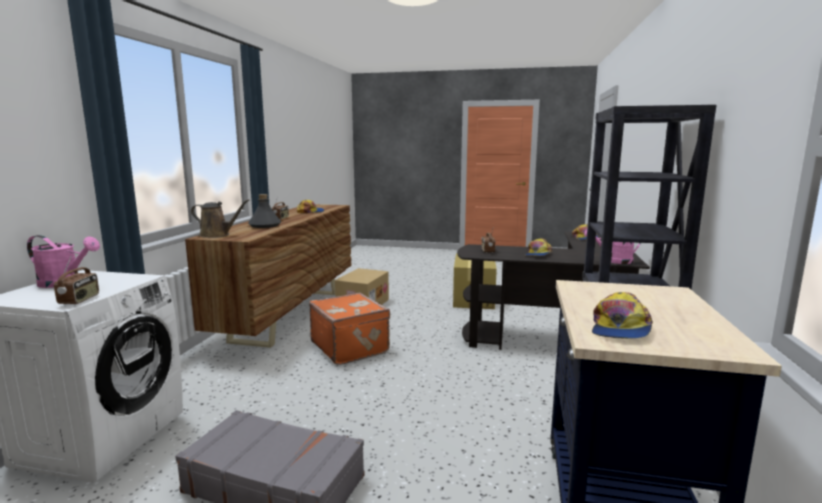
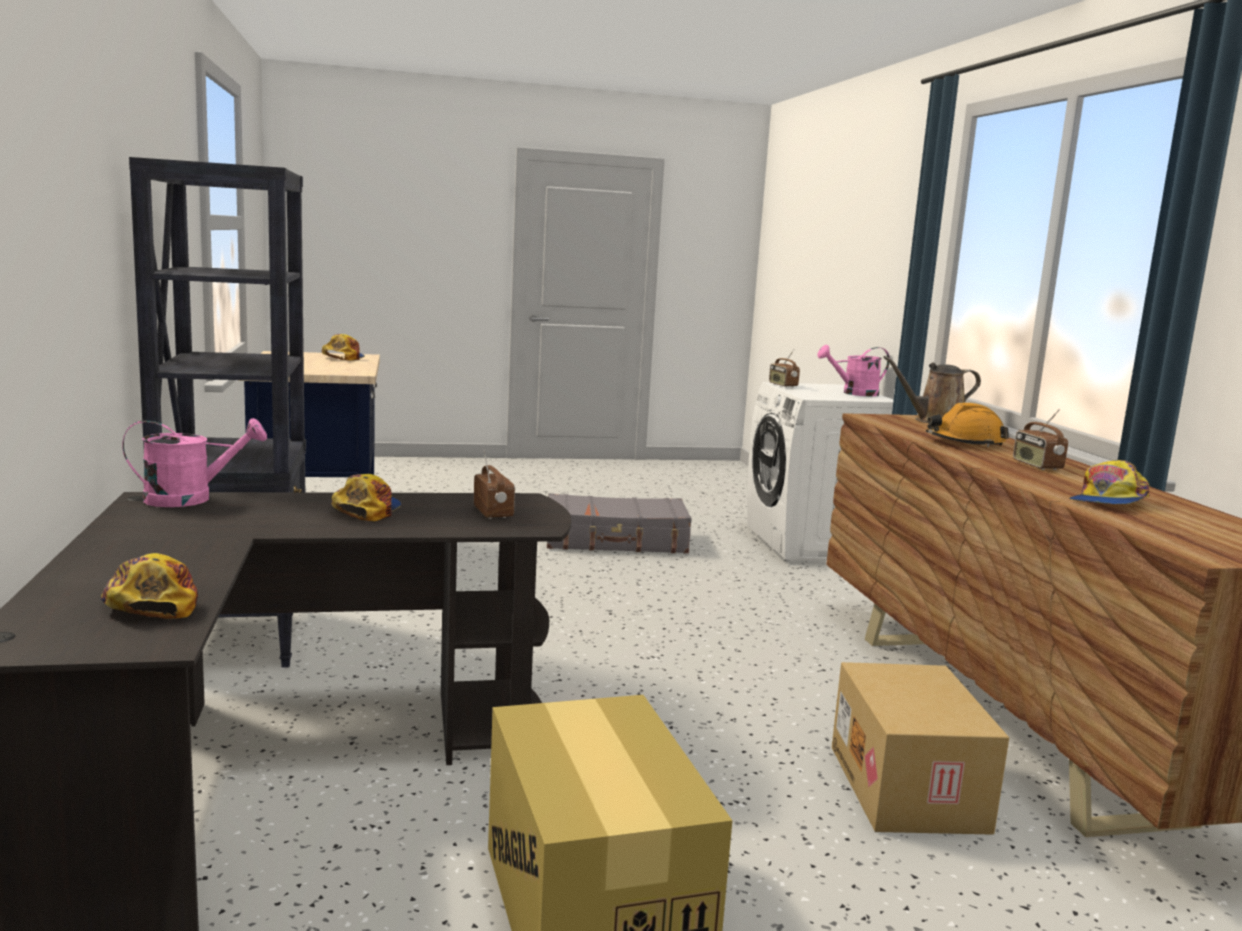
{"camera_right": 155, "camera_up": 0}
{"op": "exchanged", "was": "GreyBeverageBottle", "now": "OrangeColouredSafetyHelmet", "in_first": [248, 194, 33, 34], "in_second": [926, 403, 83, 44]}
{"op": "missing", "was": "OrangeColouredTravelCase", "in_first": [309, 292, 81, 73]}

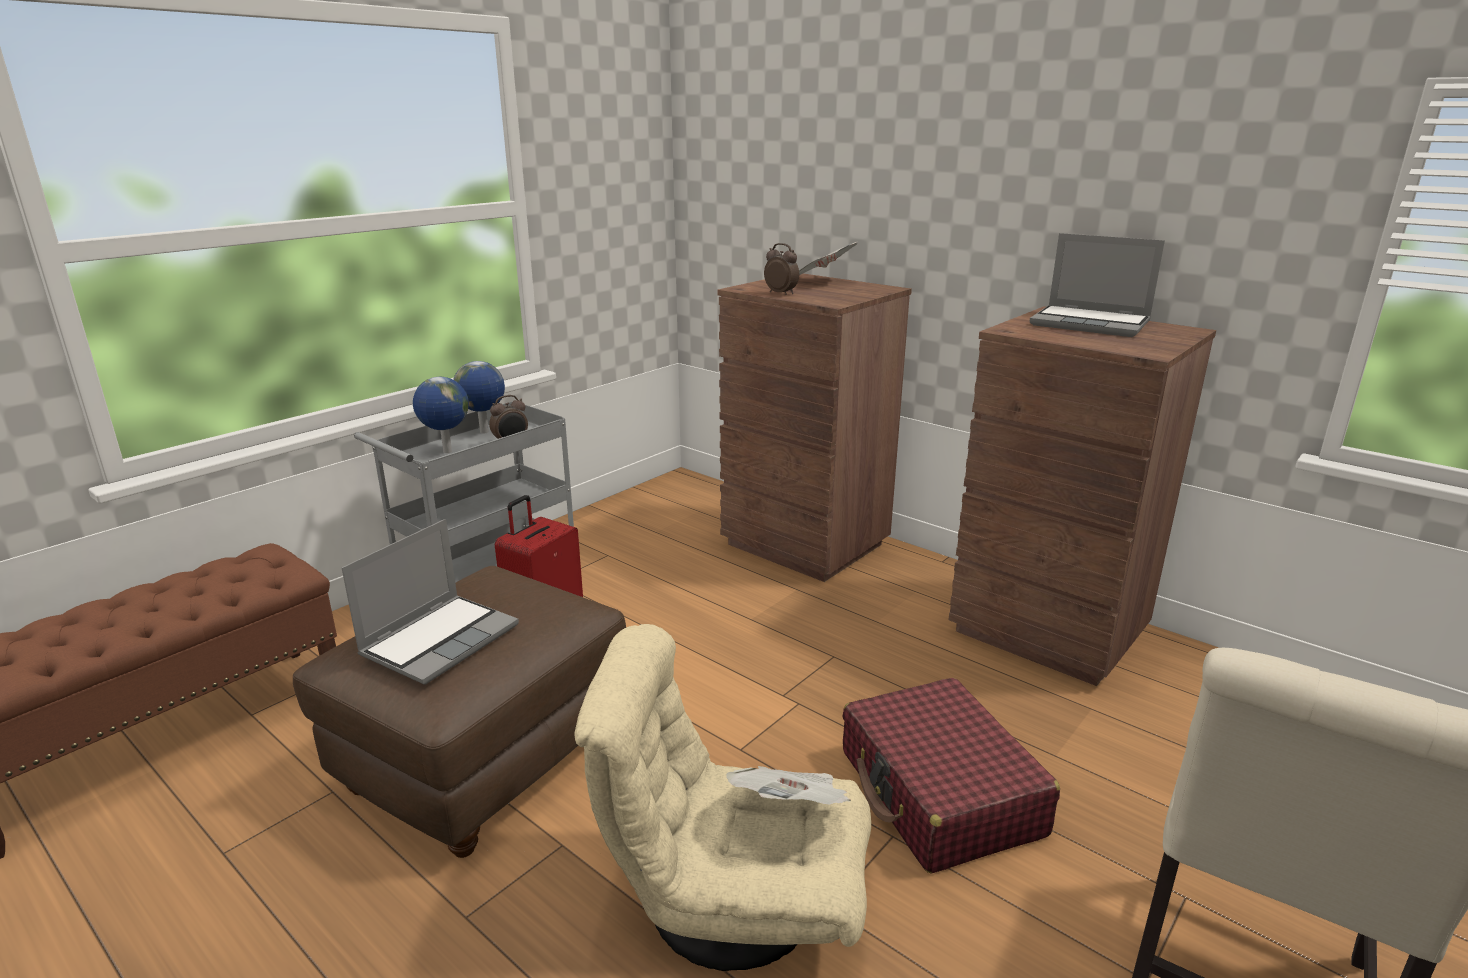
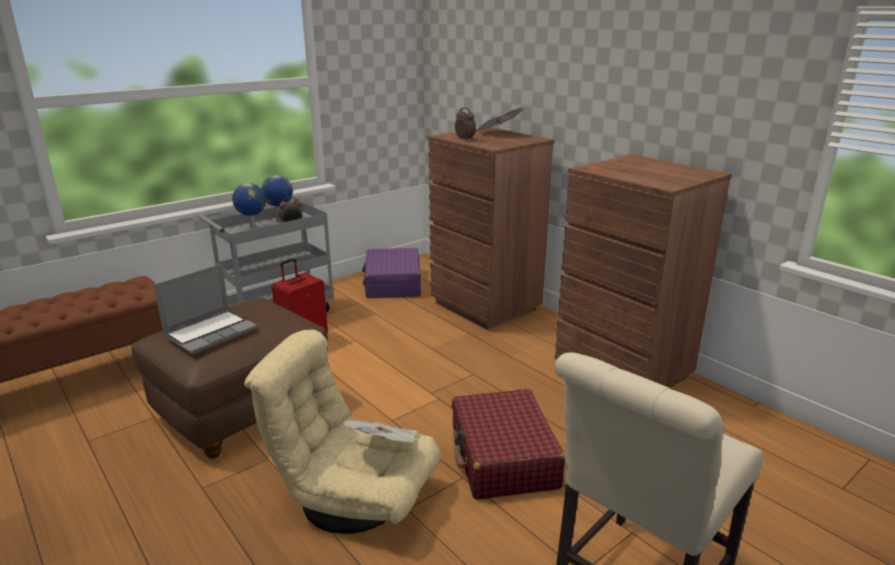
{"camera_right": 10, "camera_up": 0}
{"op": "missing", "was": "PortableComputer", "in_first": [1029, 233, 136, 104]}
{"op": "appeared", "now": "PurplishTravelCase", "in_second": [362, 248, 59, 50]}

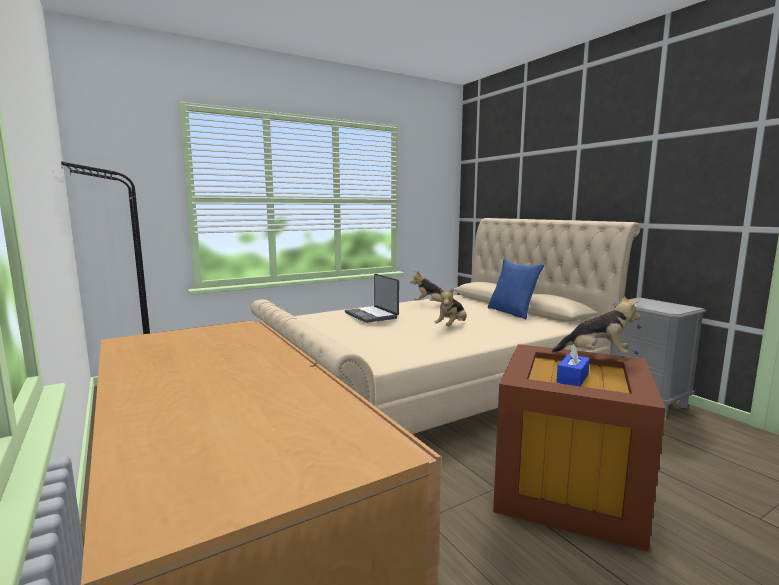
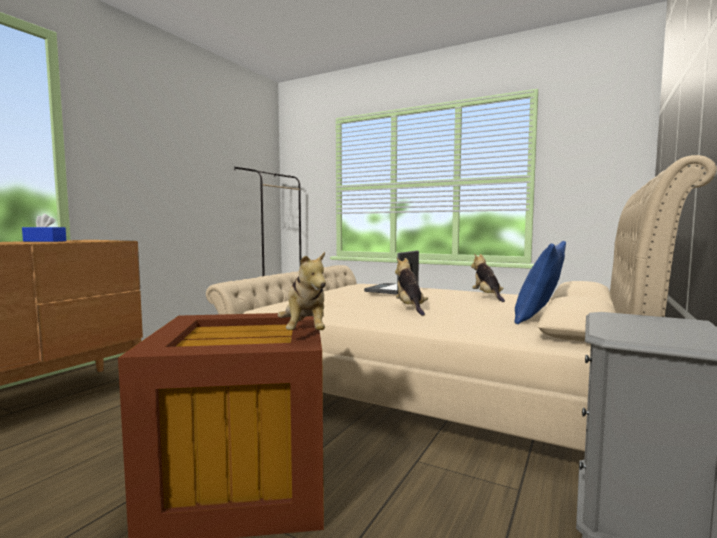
{"camera_right": 60, "camera_up": -5}
{"op": "spun", "was": "PlushToy", "in_first": [435, 288, 32, 38], "in_second": [395, 258, 33, 58], "clockwise": 75}
{"op": "relocated", "was": "BlueColouredTissueBox", "in_first": [556, 344, 34, 42], "in_second": [22, 214, 44, 28]}

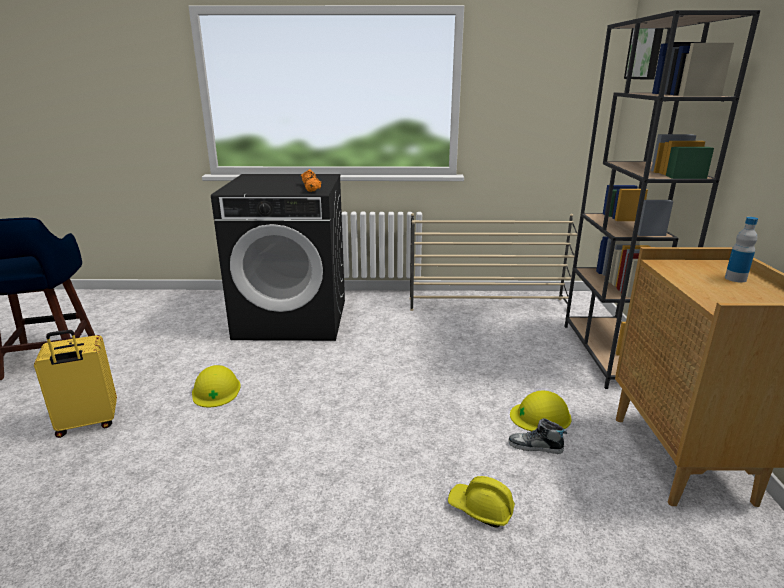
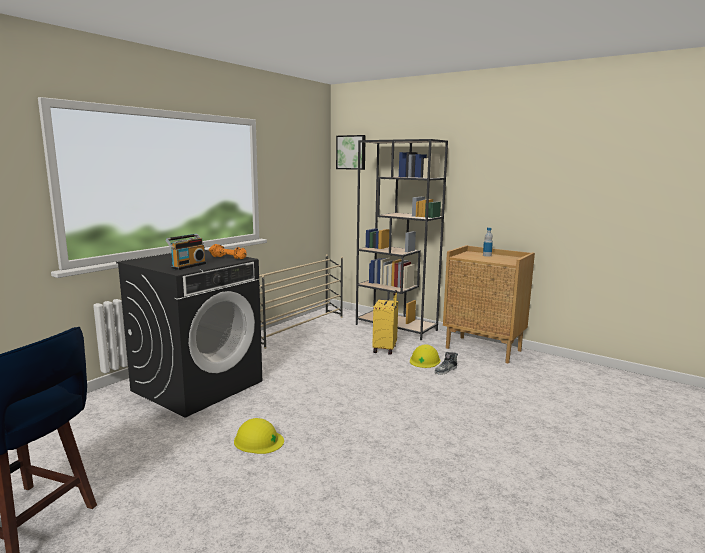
{"camera_right": -55, "camera_up": -10}
{"op": "relocated", "was": "YellowTravelCase", "in_first": [34, 330, 83, 108], "in_second": [372, 290, 26, 65]}
{"op": "missing", "was": "YellowSafetyHelmet", "in_first": [448, 476, 67, 52]}
{"op": "appeared", "now": "RadioSet", "in_second": [165, 234, 41, 36]}

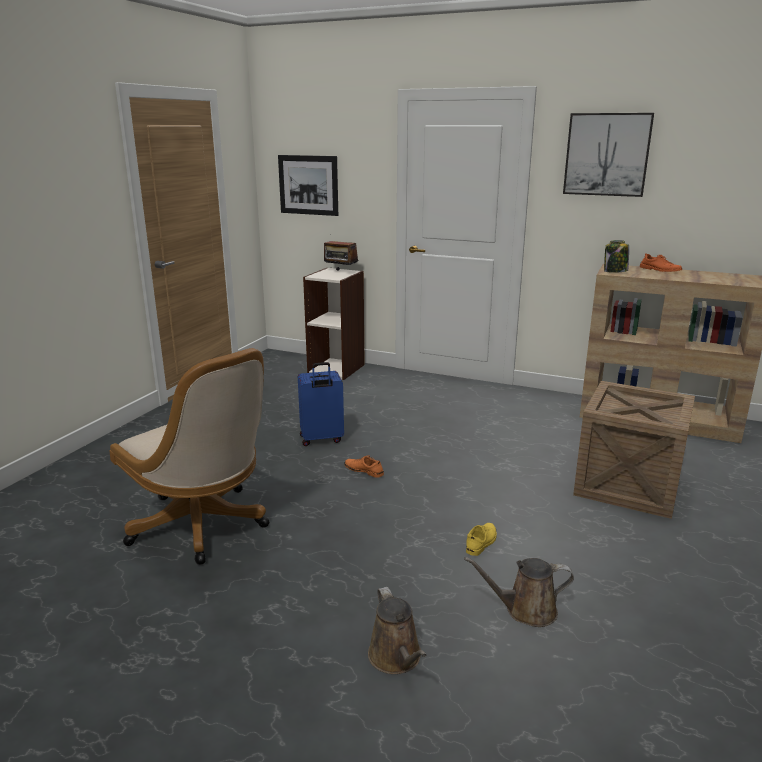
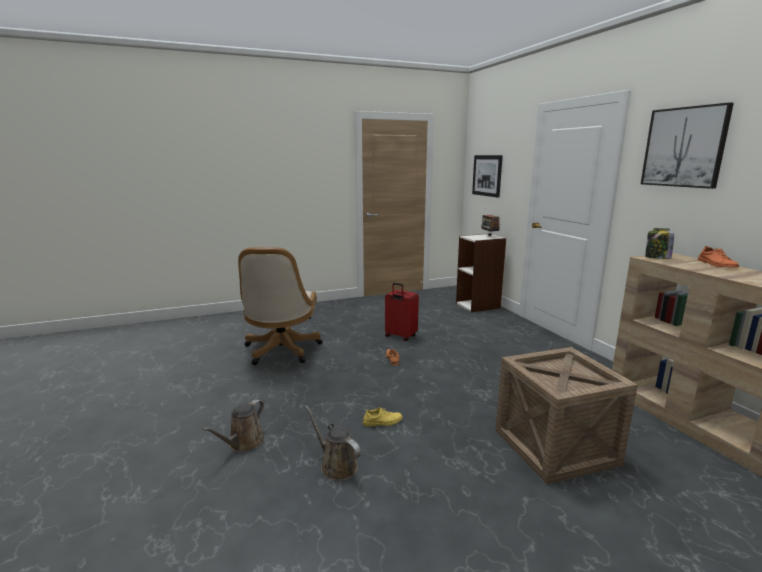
{"camera_right": 45, "camera_up": -5}
{"op": "colour", "was": "BlueColouredTravelCase", "now": "RedTravelCase", "in_first": [298, 362, 46, 84], "in_second": [385, 283, 34, 58]}

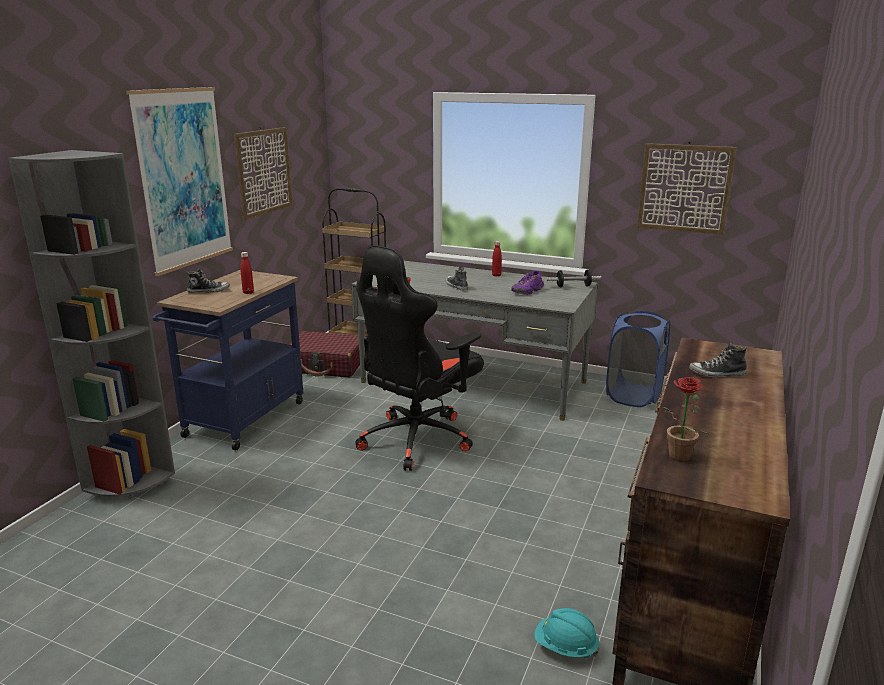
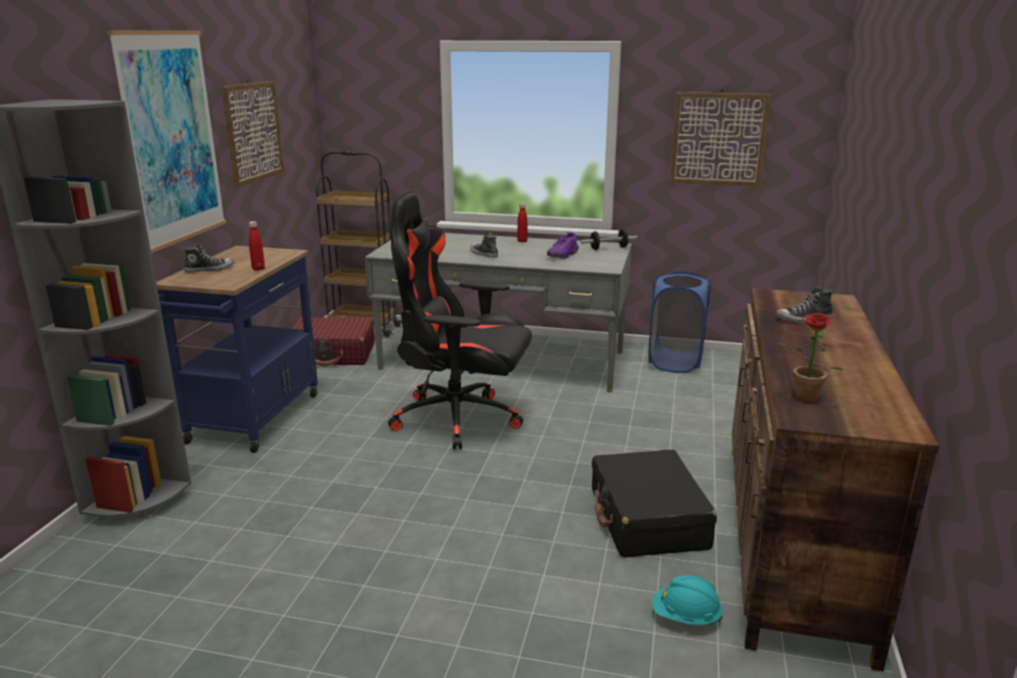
{"camera_right": -10, "camera_up": 0}
{"op": "spun", "was": "BlackOfficeChair", "in_first": [355, 245, 129, 226], "in_second": [388, 191, 144, 258], "clockwise": 75}
{"op": "appeared", "now": "BlackTravelCase", "in_second": [592, 450, 125, 108]}

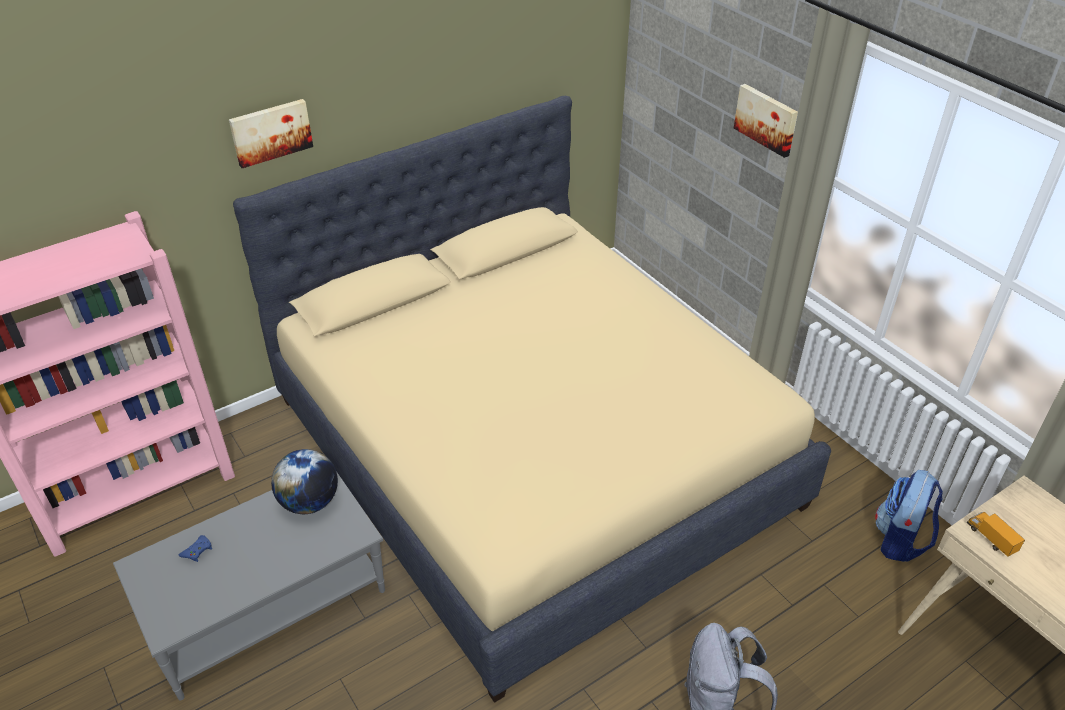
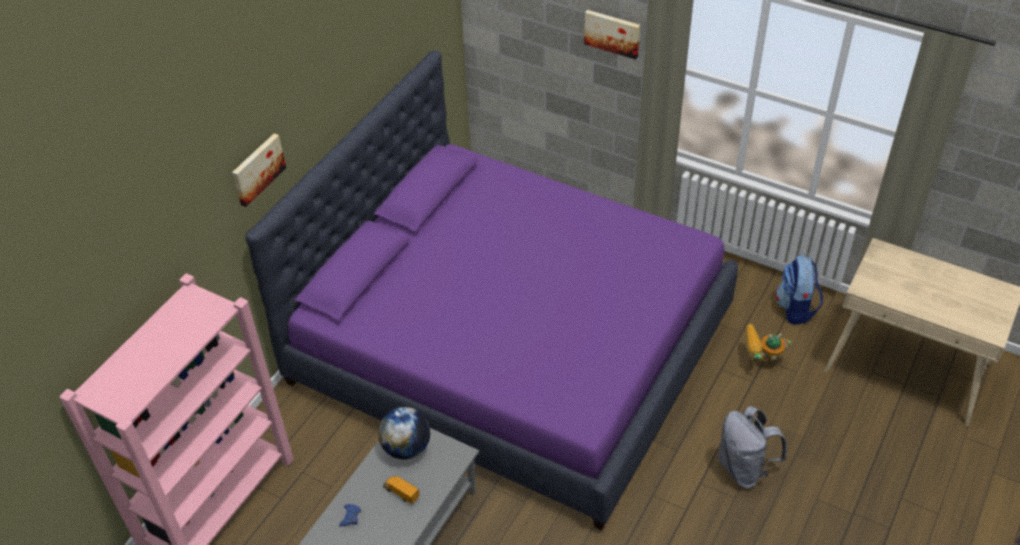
{"camera_right": -25, "camera_up": 5}
{"op": "colour", "was": "BeigeColouredBed", "now": "PurplishBed", "in_first": [233, 96, 598, 607], "in_second": [245, 50, 493, 480]}
{"op": "relocated", "was": "ModelTruck", "in_first": [967, 512, 58, 45], "in_second": [383, 476, 37, 28]}
{"op": "appeared", "now": "ToyRobot", "in_second": [746, 324, 45, 38]}

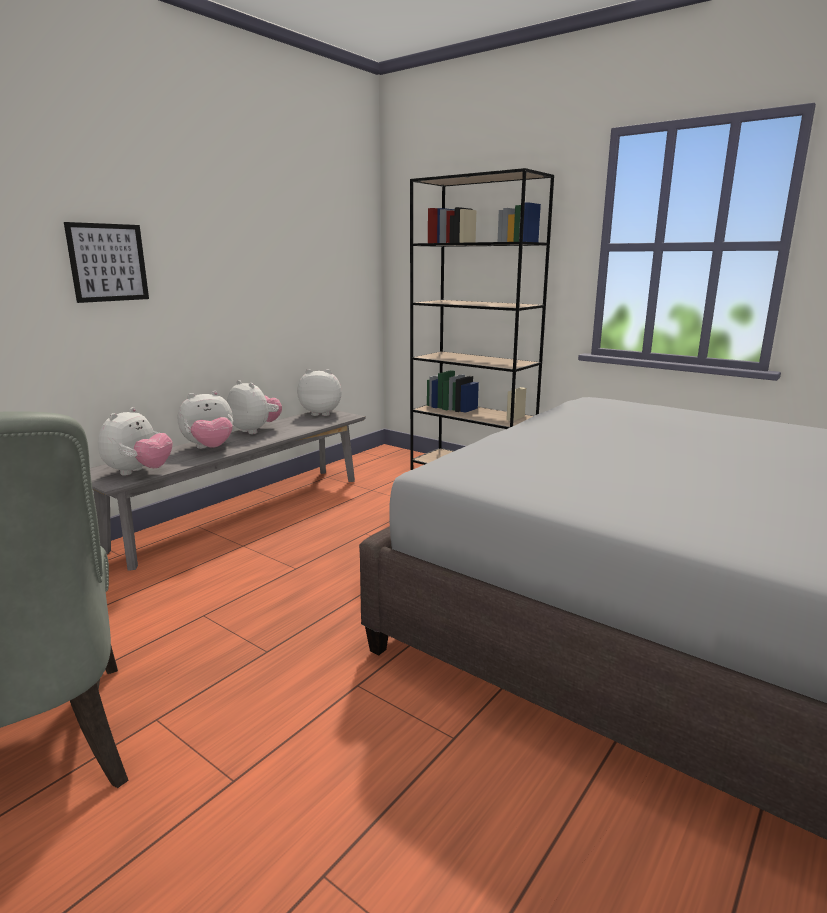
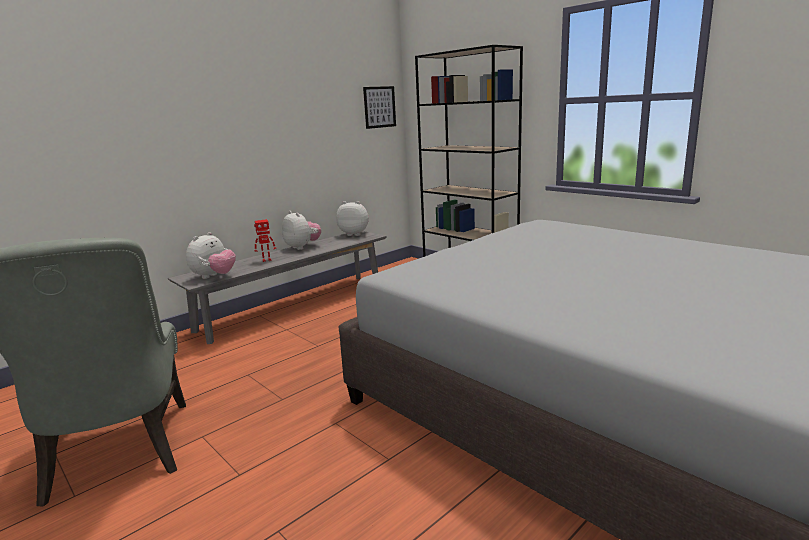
{"camera_right": 10, "camera_up": 0}
{"op": "relocated", "was": "Picture", "in_first": [64, 222, 85, 81], "in_second": [363, 86, 33, 43]}
{"op": "exchanged", "was": "PlushToy", "now": "ToyRobot", "in_first": [178, 391, 55, 58], "in_second": [254, 219, 22, 43]}

